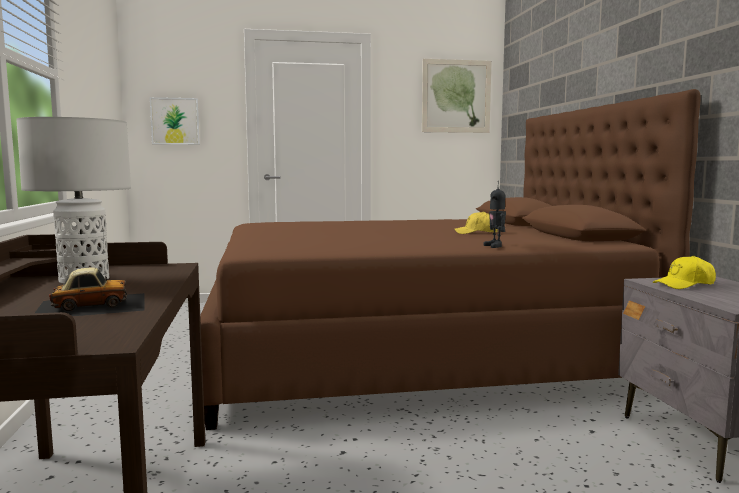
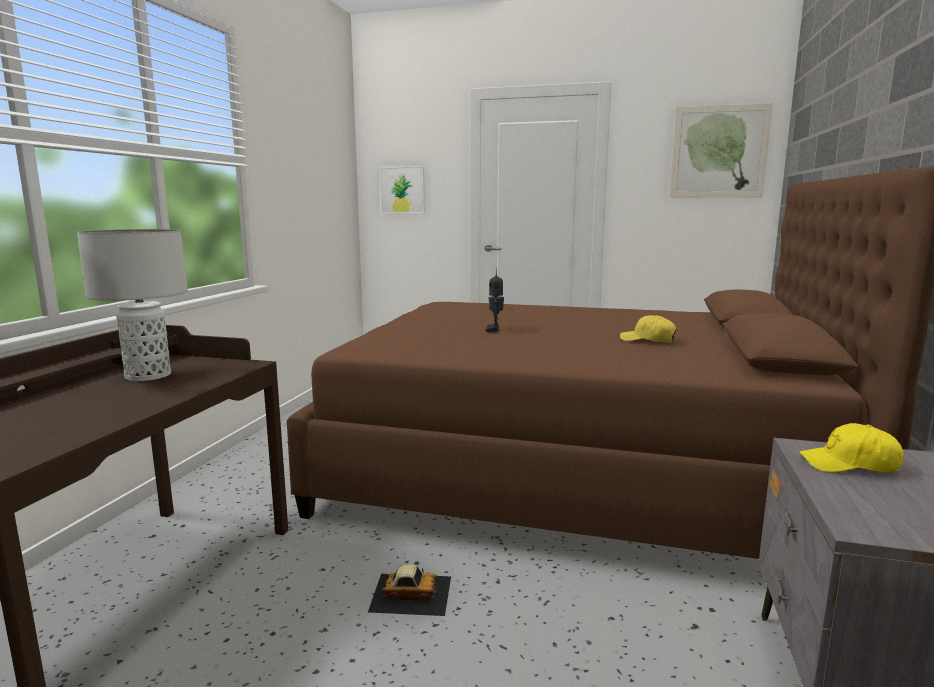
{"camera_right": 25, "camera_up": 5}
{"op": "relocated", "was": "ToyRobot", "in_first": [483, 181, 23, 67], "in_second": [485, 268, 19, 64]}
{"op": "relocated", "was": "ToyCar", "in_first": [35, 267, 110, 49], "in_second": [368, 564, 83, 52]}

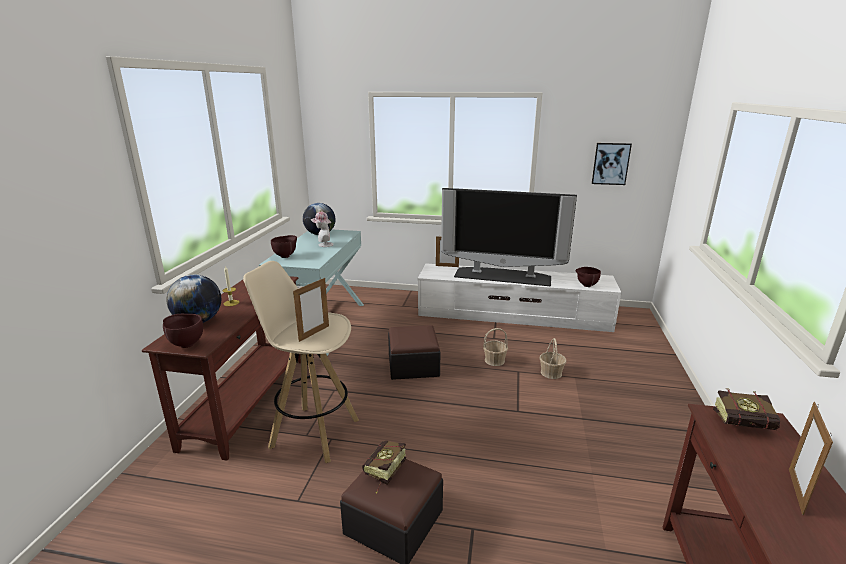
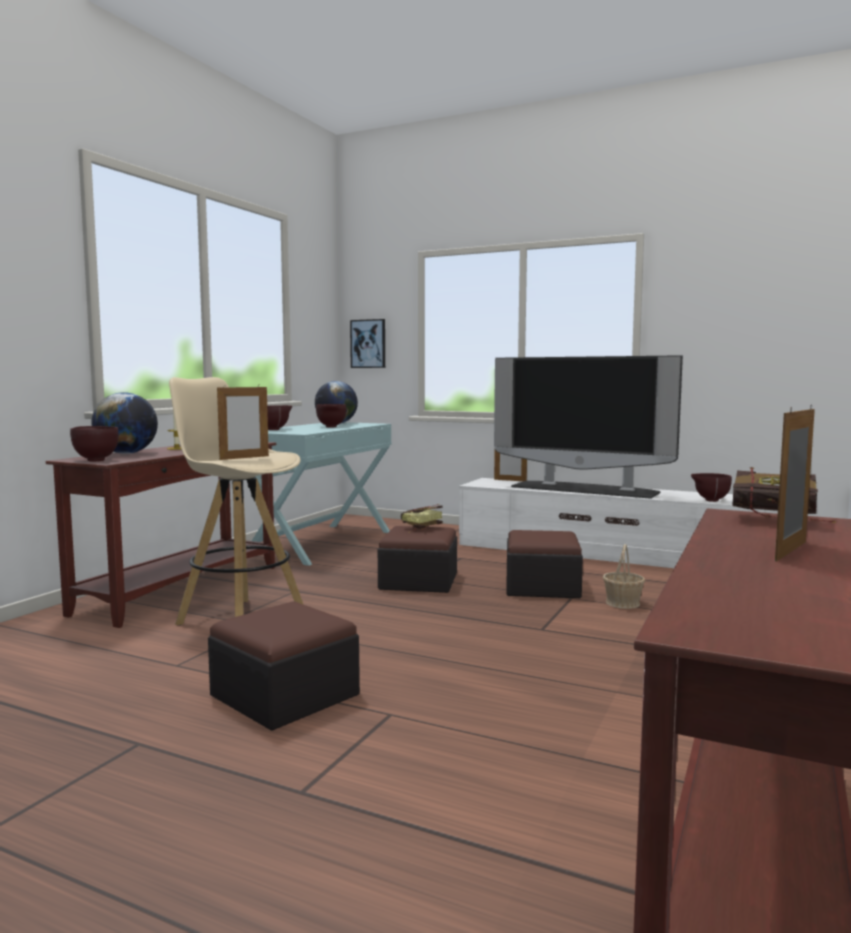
{"camera_right": 15, "camera_up": -15}
{"op": "relocated", "was": "Picture", "in_first": [592, 143, 40, 42], "in_second": [350, 319, 35, 49]}
{"op": "exchanged", "was": "ClothingHat", "now": "BrownDeepDish", "in_first": [311, 212, 23, 35], "in_second": [316, 404, 30, 23]}
{"op": "exchanged", "was": "HouseholdBasket", "now": "Ottoman", "in_first": [483, 328, 25, 38], "in_second": [506, 530, 77, 68]}
{"op": "relocated", "was": "BoundBook", "in_first": [362, 440, 44, 54], "in_second": [401, 504, 42, 29]}

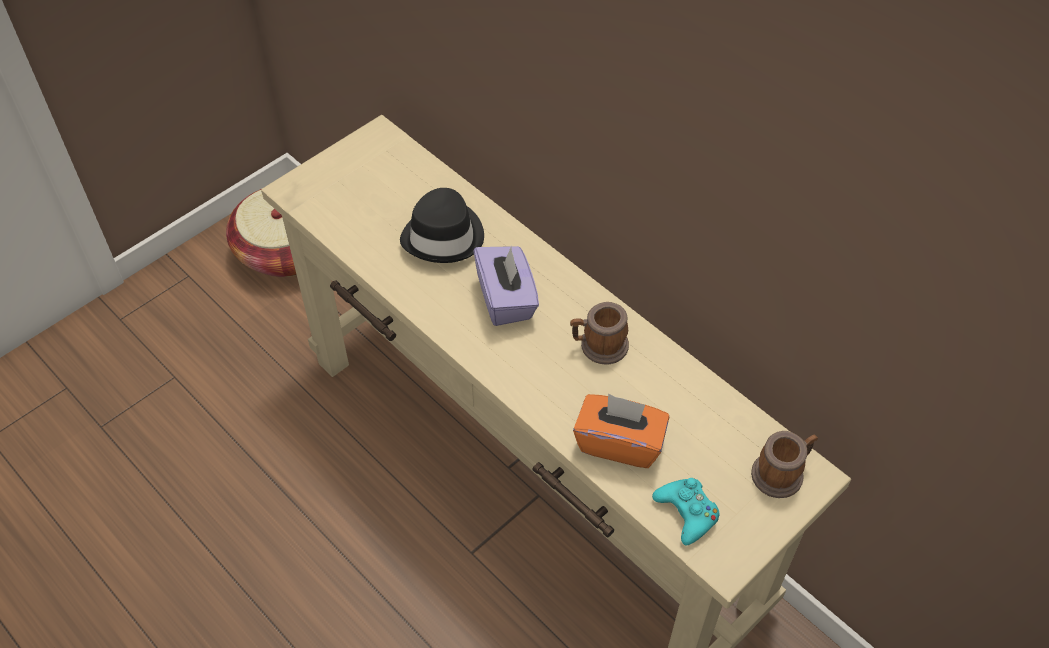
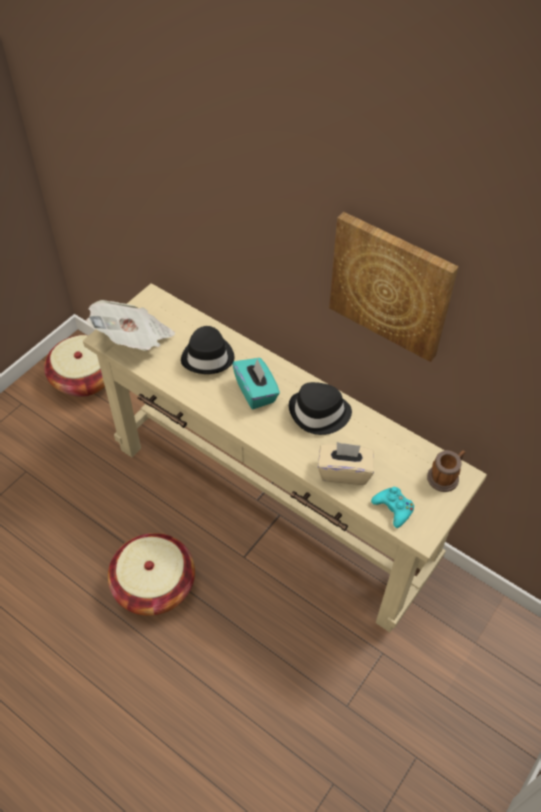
{"camera_right": -10, "camera_up": 0}
{"op": "colour", "was": "PurplishTissueBox", "now": "BlueGreenTissueBox", "in_first": [474, 246, 65, 80], "in_second": [232, 358, 48, 51]}
{"op": "exchanged", "was": "CoffeeMug", "now": "BlackClothingHat", "in_first": [570, 302, 59, 63], "in_second": [289, 382, 63, 53]}
{"op": "colour", "was": "OrangeColouredTissueBox", "now": "BeigeColouredTissueBox", "in_first": [573, 393, 96, 75], "in_second": [318, 442, 56, 43]}
{"op": "appeared", "now": "Picture", "in_second": [329, 212, 130, 150]}
{"op": "appeared", "now": "Newspaper", "in_second": [86, 300, 89, 51]}
{"op": "appeared", "now": "HouseholdBasket", "in_second": [108, 533, 87, 83]}

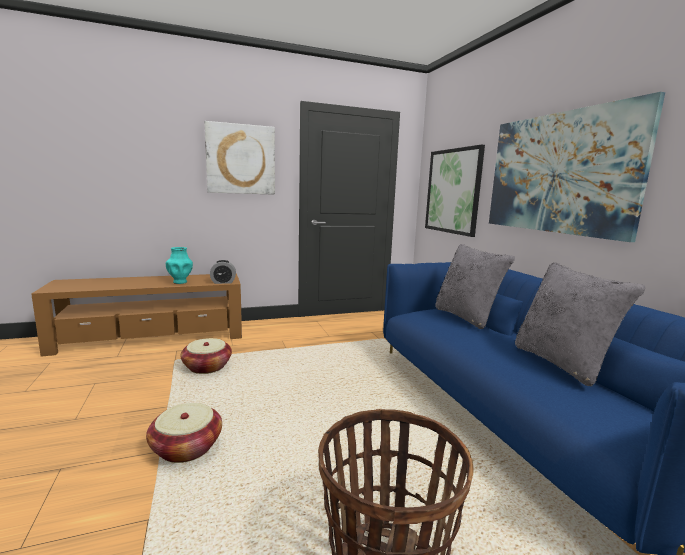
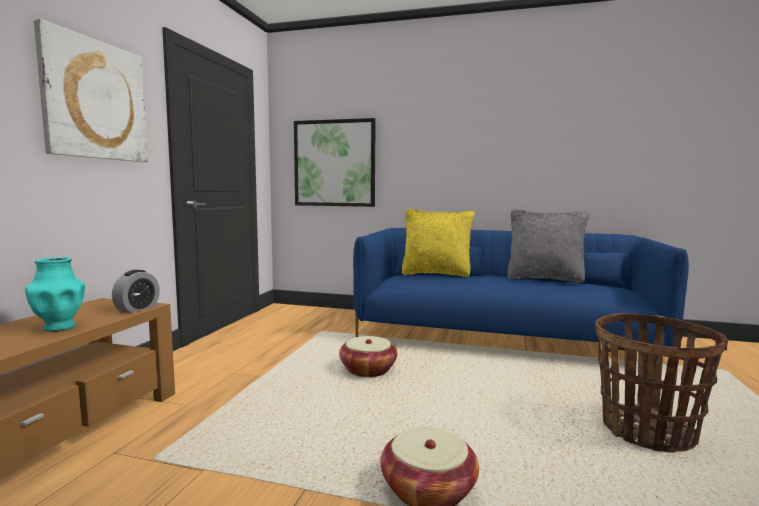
{"camera_right": -55, "camera_up": -5}
{"op": "missing", "was": "Picture", "in_first": [489, 92, 176, 150]}
{"op": "colour", "was": "GreyCushion", "now": "YellowCushion", "in_first": [435, 244, 80, 85], "in_second": [402, 209, 73, 68]}
{"op": "relocated", "was": "HouseholdBasket", "in_first": [181, 338, 51, 36], "in_second": [339, 336, 58, 41]}

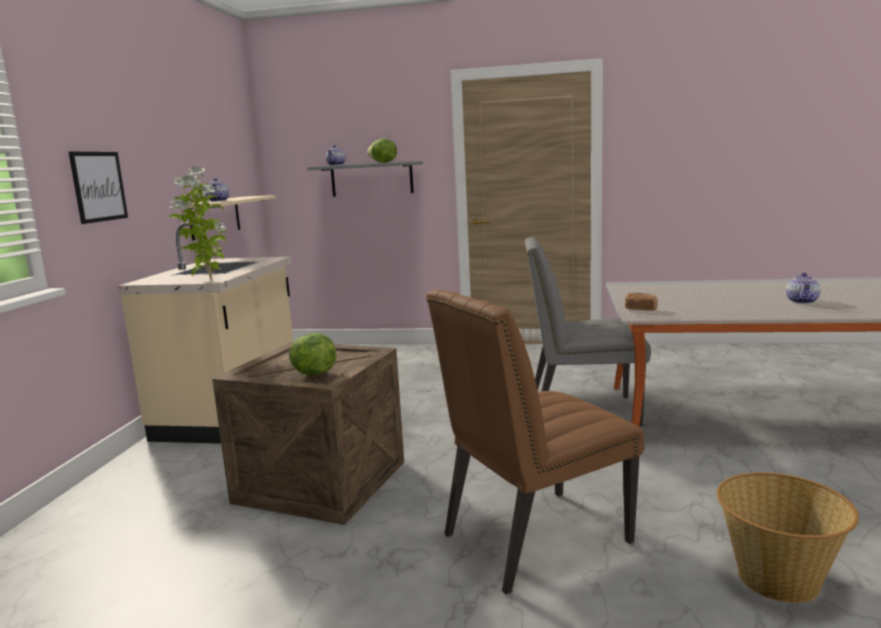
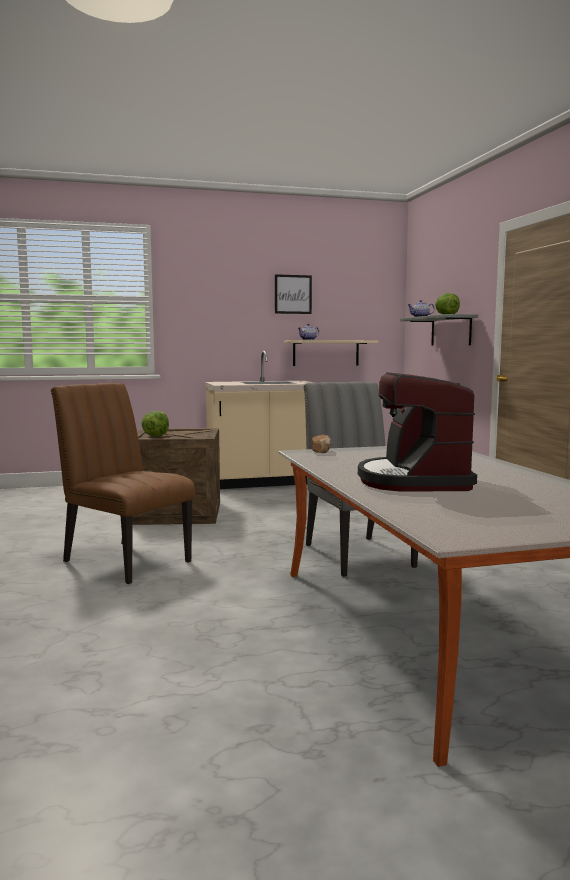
{"camera_right": 65, "camera_up": -5}
{"op": "relocated", "was": "Picture", "in_first": [69, 152, 59, 72], "in_second": [275, 274, 37, 40]}
{"op": "missing", "was": "Houseplant", "in_first": [170, 166, 57, 114]}
{"op": "exchanged", "was": "Teapot", "now": "CoffeeMachine", "in_first": [786, 273, 34, 31], "in_second": [358, 372, 119, 120]}
{"op": "missing", "was": "HouseholdBasket", "in_first": [717, 472, 142, 131]}

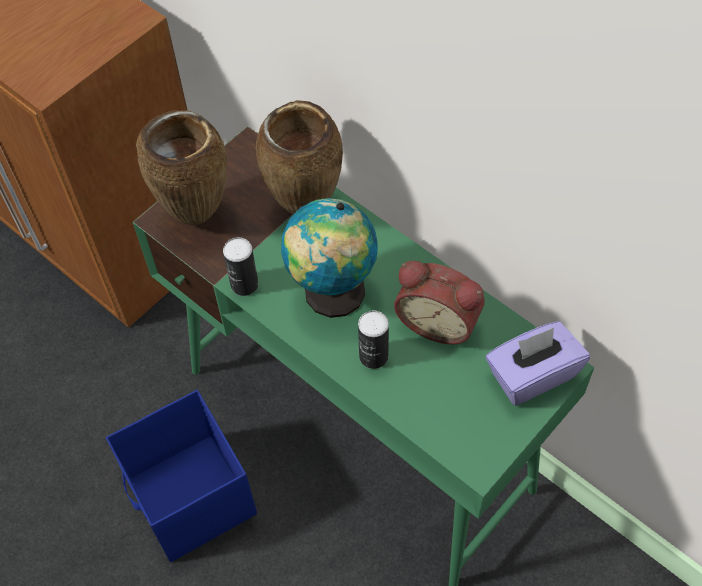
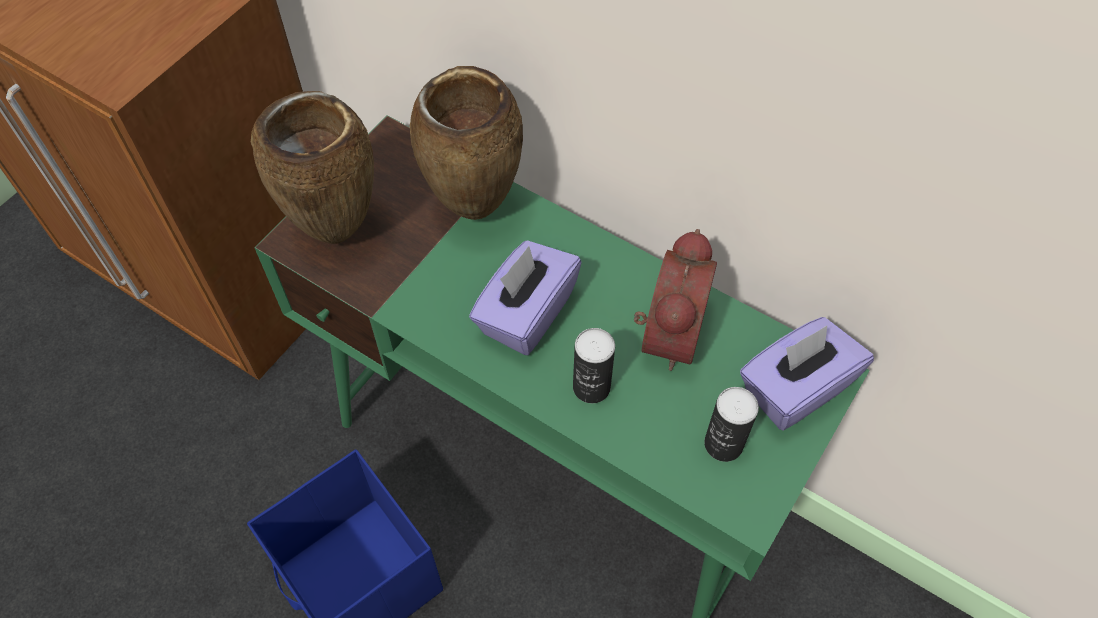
{"camera_right": -10, "camera_up": 0}
{"op": "exchanged", "was": "Globe", "now": "PurplishTissueBox", "in_first": [281, 198, 97, 120], "in_second": [469, 240, 113, 115]}
{"op": "relocated", "was": "MetalCan", "in_first": [223, 237, 35, 59], "in_second": [704, 387, 55, 75]}
{"op": "spun", "was": "AlarmClock", "in_first": [394, 261, 91, 83], "in_second": [634, 229, 83, 142], "clockwise": -90}

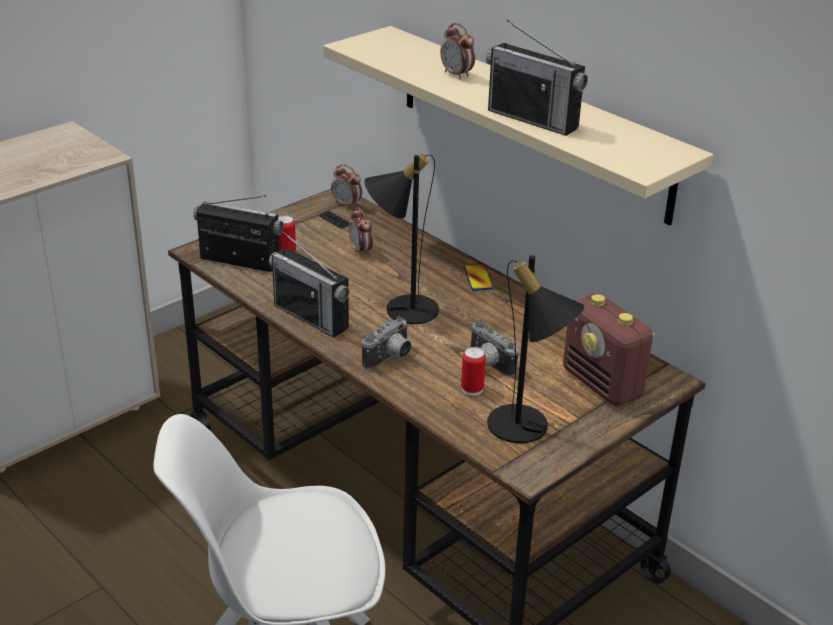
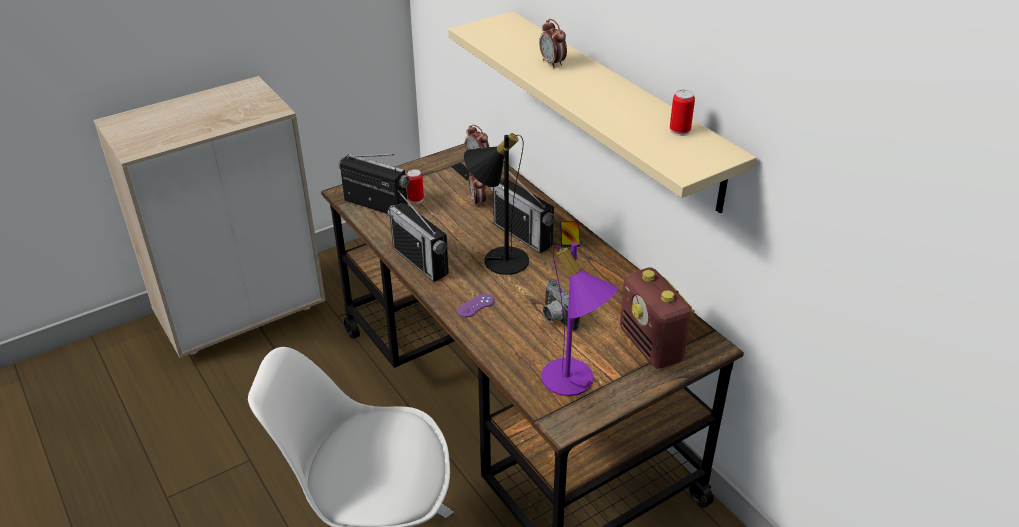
{"camera_right": 10, "camera_up": 5}
{"op": "relocated", "was": "RadioSet", "in_first": [486, 19, 102, 117], "in_second": [491, 166, 64, 87]}
{"op": "colour", "was": "BlackTableLamp", "now": "PurplishTableLamp", "in_first": [487, 255, 97, 188], "in_second": [541, 242, 77, 154]}
{"op": "exchanged", "was": "PhotoCamera", "now": "PurplishGameController", "in_first": [362, 317, 50, 53], "in_second": [457, 294, 37, 23]}
{"op": "relocated", "was": "MetalCan", "in_first": [461, 347, 25, 48], "in_second": [670, 90, 25, 46]}

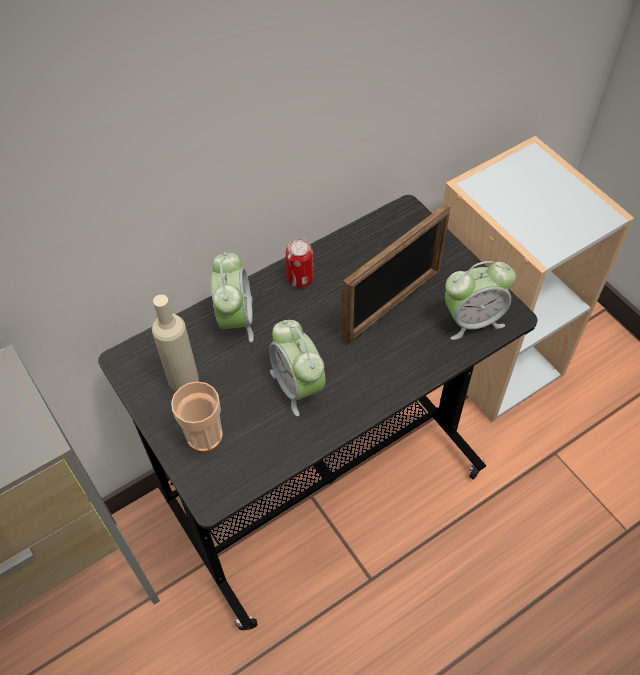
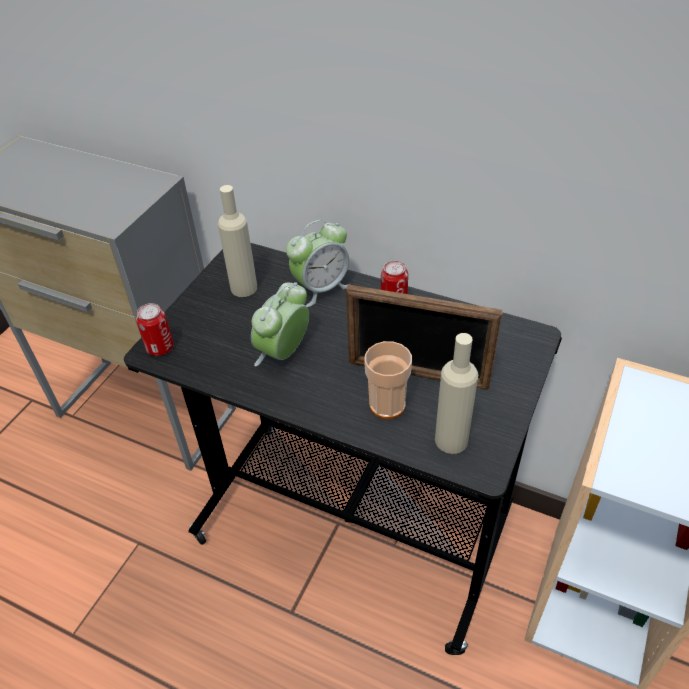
{"camera_right": 60, "camera_up": -10}
{"op": "exchanged", "was": "AlarmClock", "now": "BeigeColouredBeverageBottle", "in_first": [445, 261, 71, 79], "in_second": [435, 333, 43, 121]}
{"op": "relocated", "was": "DrinkingCup", "in_first": [171, 381, 52, 71], "in_second": [364, 341, 48, 78]}
{"op": "appeared", "now": "MetalCan", "in_second": [136, 303, 38, 53]}

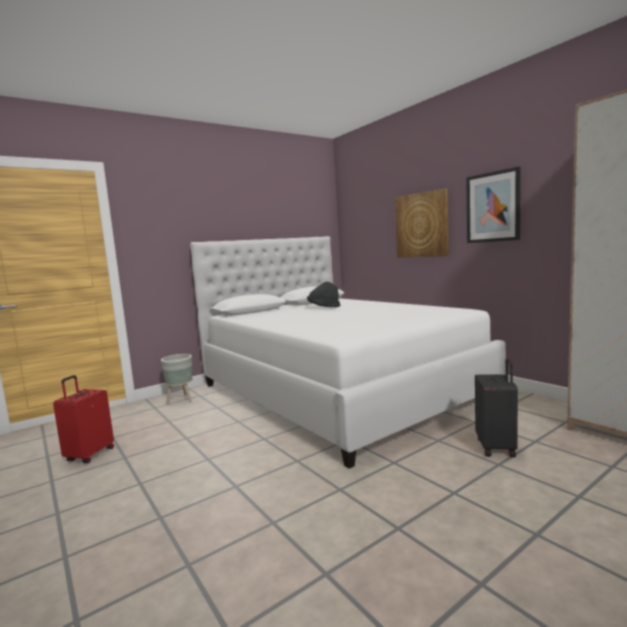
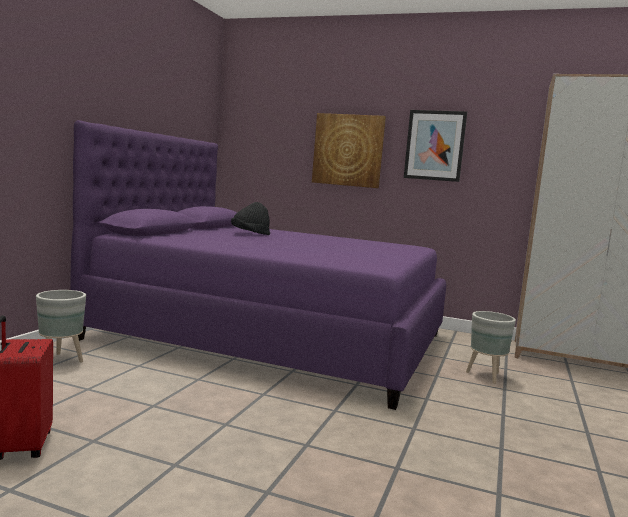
{"camera_right": -35, "camera_up": 0}
{"op": "colour", "was": "WhitishBed", "now": "PurplishBed", "in_first": [190, 236, 316, 232], "in_second": [70, 120, 376, 290]}
{"op": "exchanged", "was": "BlackTravelCase", "now": "GreyFlowerPot", "in_first": [475, 358, 43, 99], "in_second": [466, 311, 50, 73]}

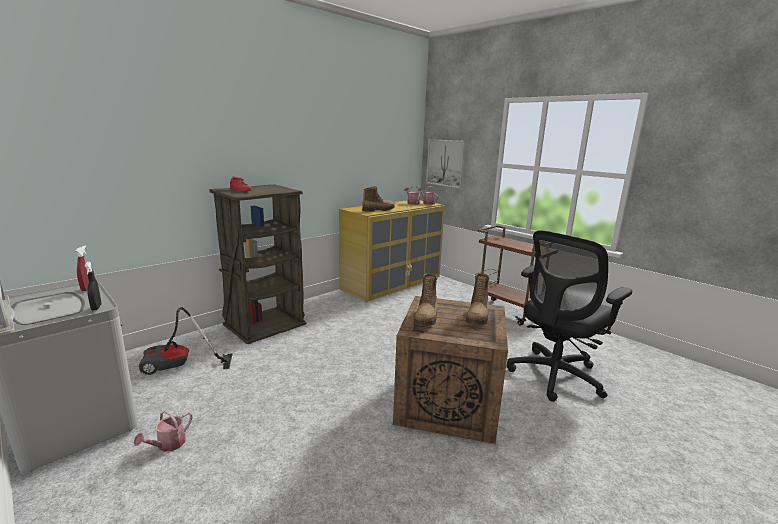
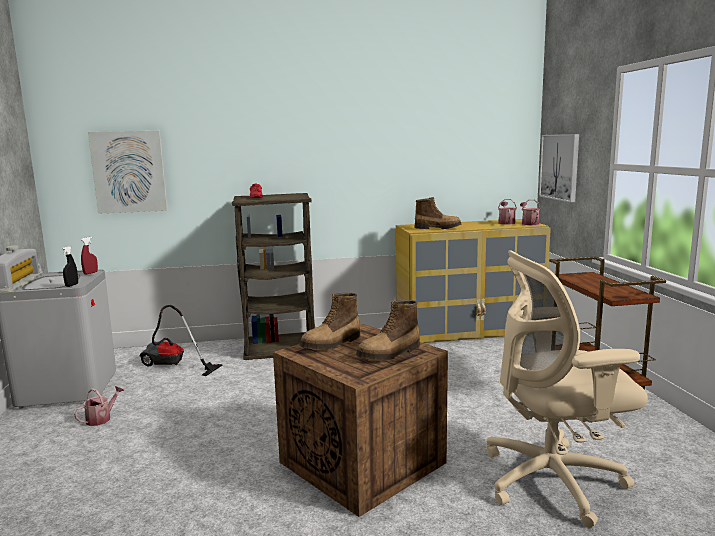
{"camera_right": 35, "camera_up": -5}
{"op": "colour", "was": "BlackOfficeChair", "now": "BeigeColouredOfficeChair", "in_first": [507, 231, 125, 171], "in_second": [486, 251, 162, 277]}
{"op": "spun", "was": "WateringCan", "in_first": [133, 410, 59, 42], "in_second": [74, 386, 50, 40], "clockwise": 150}
{"op": "appeared", "now": "Picture", "in_second": [88, 131, 80, 83]}

